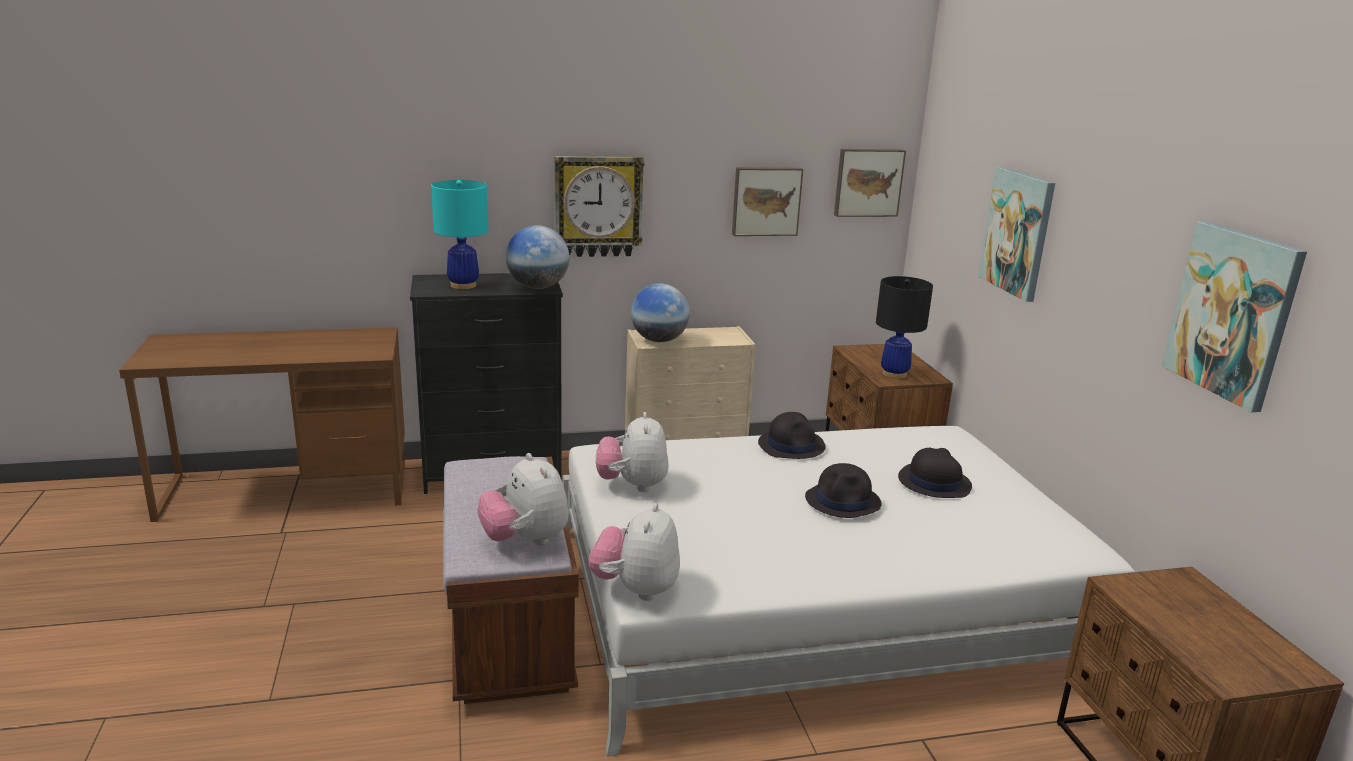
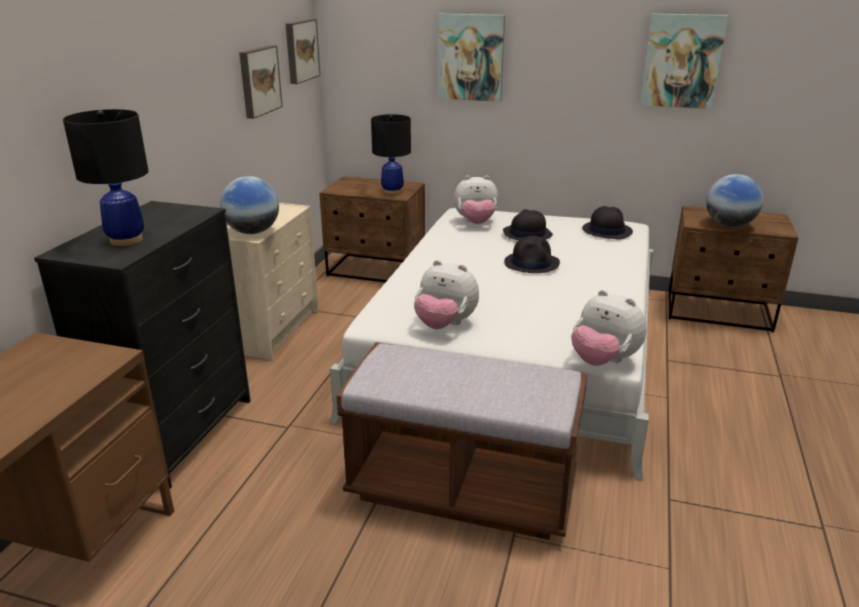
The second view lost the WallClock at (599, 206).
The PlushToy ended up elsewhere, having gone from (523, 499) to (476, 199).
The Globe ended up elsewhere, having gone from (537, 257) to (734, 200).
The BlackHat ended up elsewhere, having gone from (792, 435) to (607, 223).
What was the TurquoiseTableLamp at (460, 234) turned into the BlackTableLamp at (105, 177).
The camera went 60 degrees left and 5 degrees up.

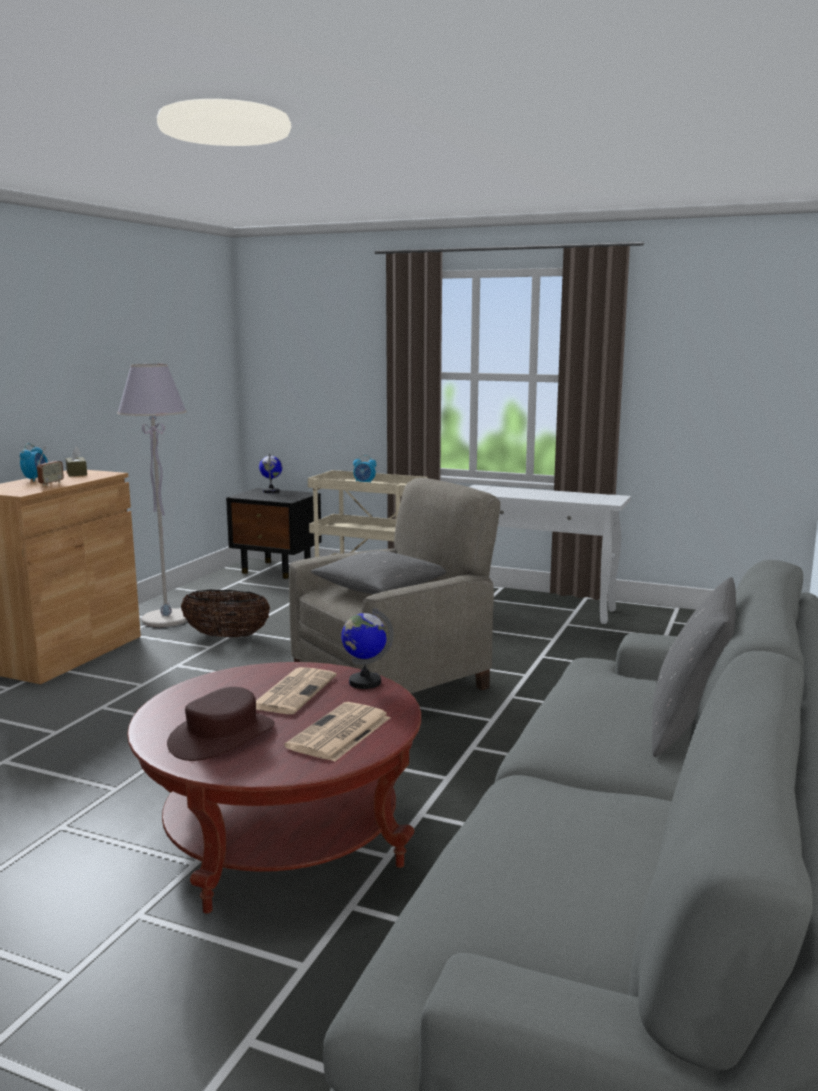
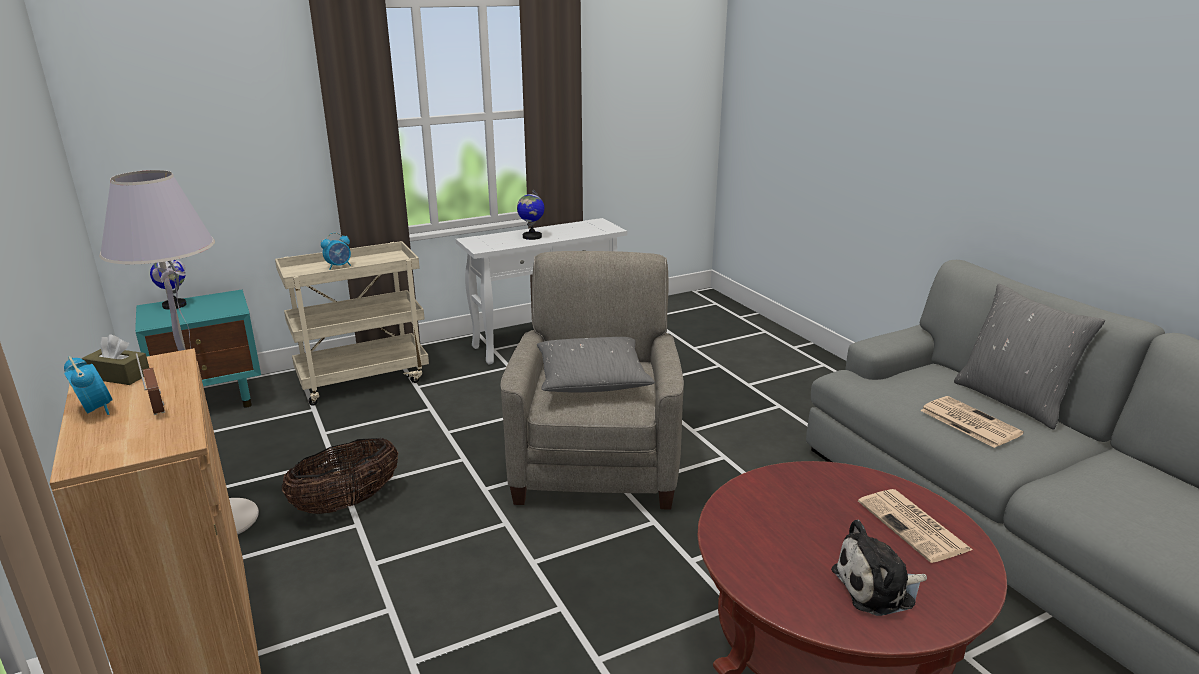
The Newspaper ended up elsewhere, having gone from (296, 690) to (972, 422).
The Globe ended up elsewhere, having gone from (367, 648) to (530, 215).
Where the BrownHat stood at (221, 724), the PlushToy came to stand at (879, 568).
What was the BlackNightstand at (274, 533) turned into the TurquoiseNightstand at (198, 349).
The camera went 50 degrees left and 10 degrees up.

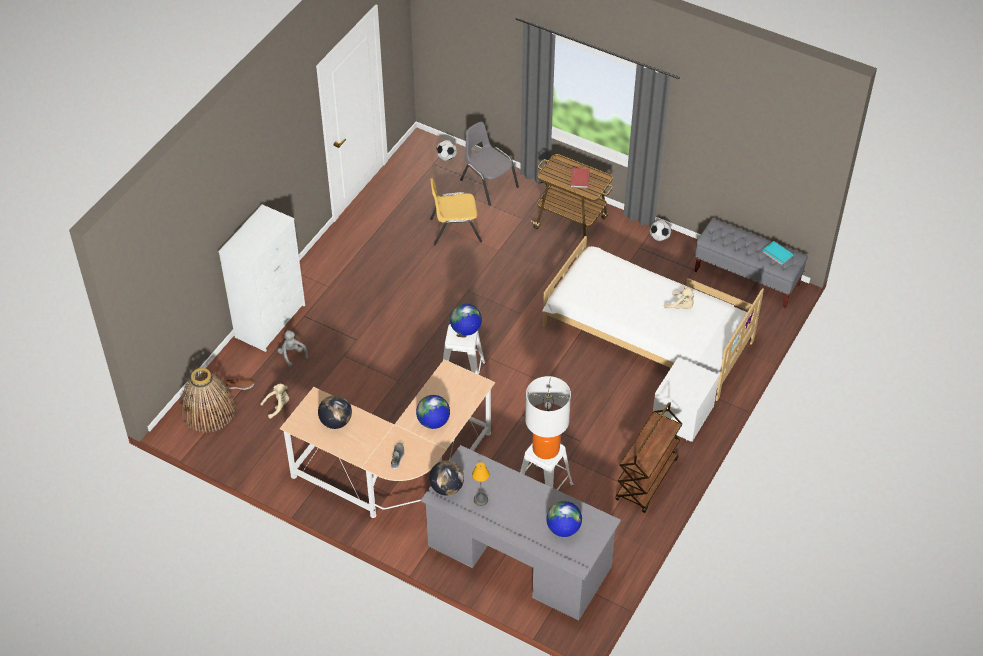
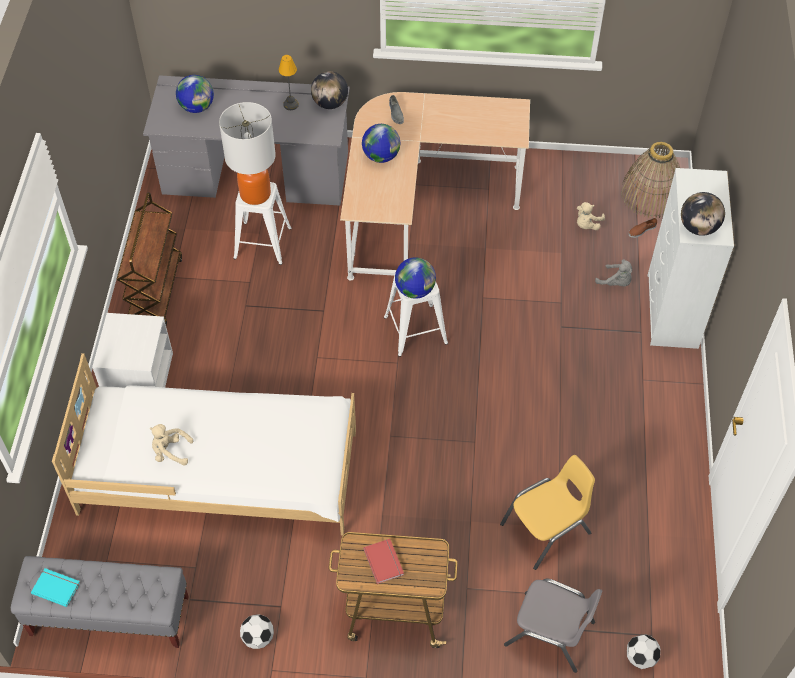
The Globe ended up elsewhere, having gone from (335, 412) to (703, 214).
The camera went 155 degrees right and 5 degrees up.

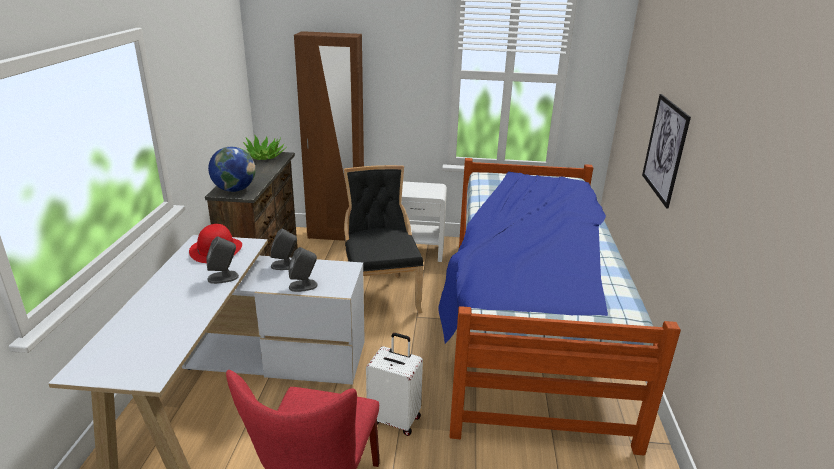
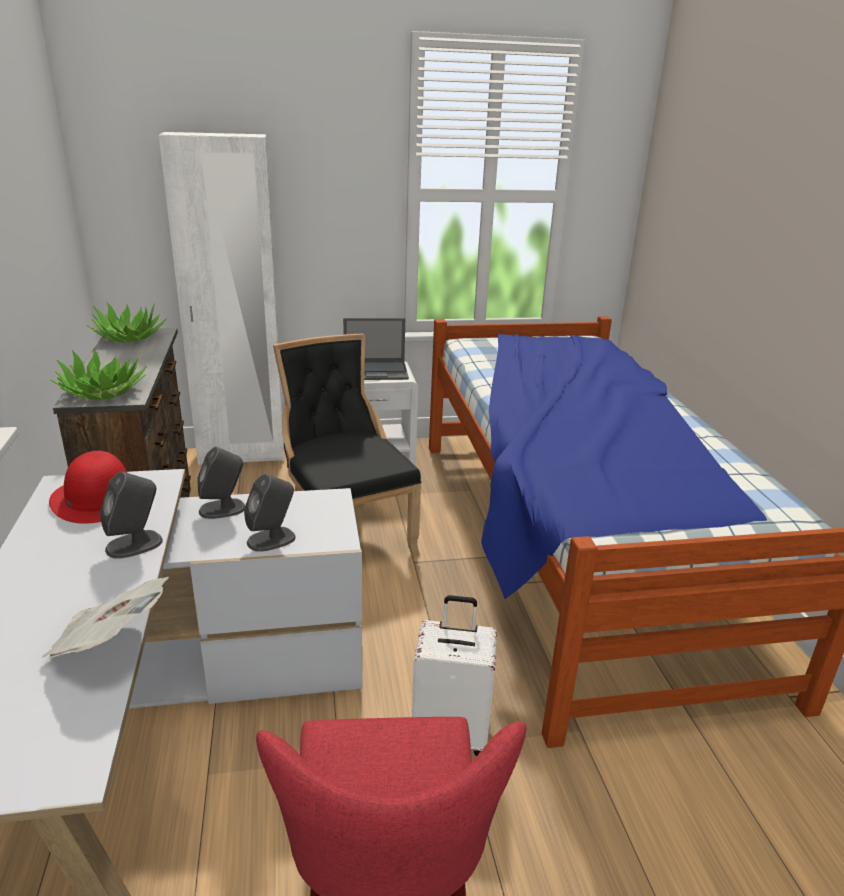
The second view lost the Picture at (666, 151).
The second view gained the Newspaper at (105, 617).
The second view gained the Laptop at (376, 349).
Where the Globe stood at (232, 169), the PottedPlant came to stand at (98, 374).
What was the BrownWardrobe at (329, 136) turned into the WhiteWardrobe at (221, 298).
The camera went 15 degrees left and 0 degrees up.

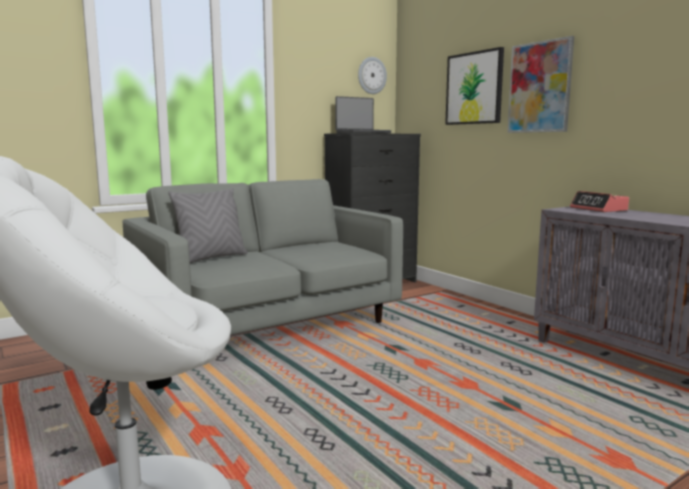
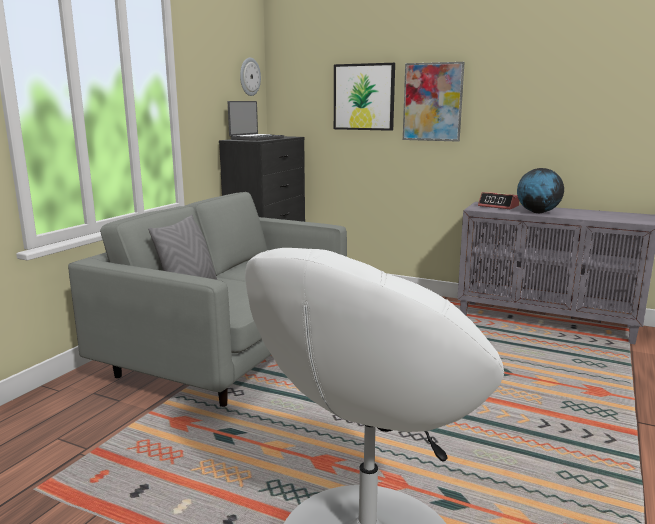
The second view gained the Globe at (540, 190).
The camera went 30 degrees left and 5 degrees up.

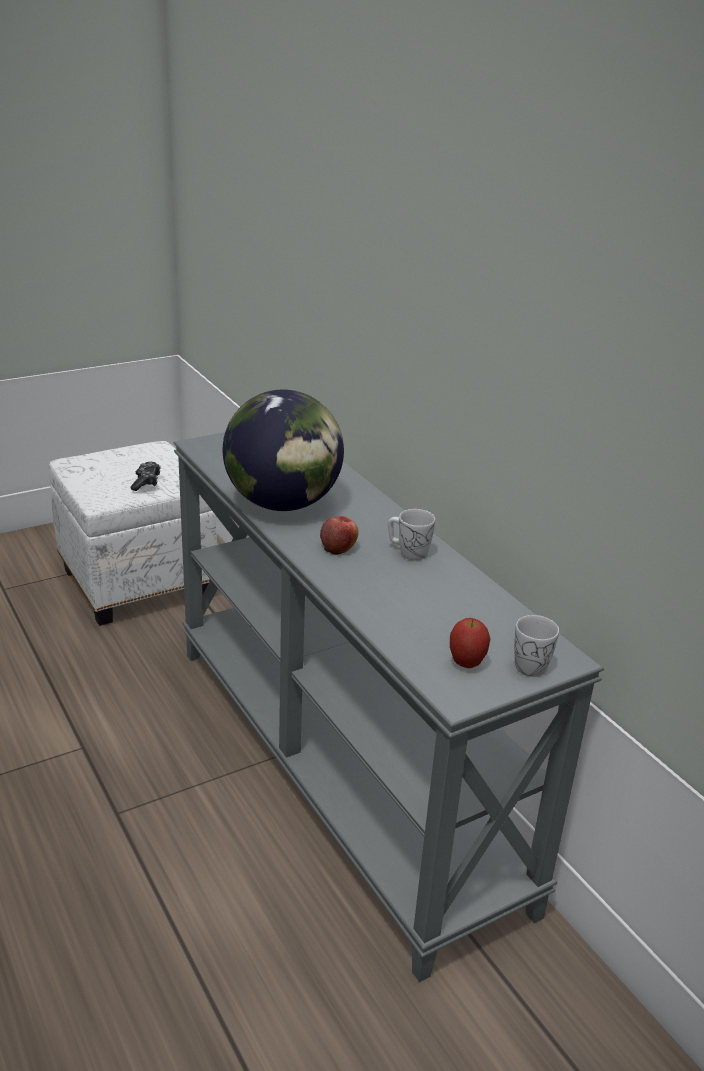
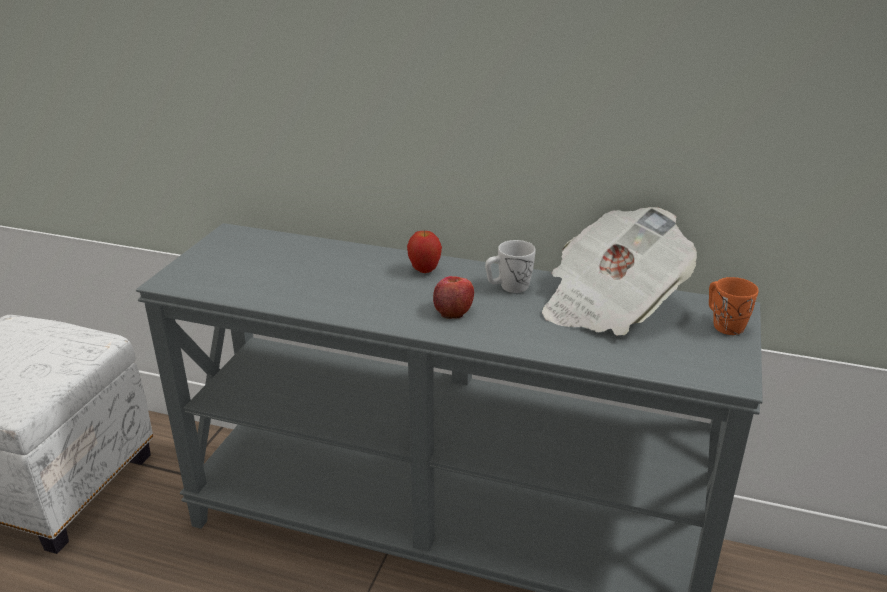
The second view lost the GameController at (145, 476).
The second view lost the Globe at (283, 450).
The second view gained the Newspaper at (619, 271).
The Apple ended up elsewhere, having gone from (470, 643) to (424, 251).
What was the WhiteMug at (536, 646) turned into the OrangeMug at (733, 306).
The camera went 40 degrees left and 0 degrees up.

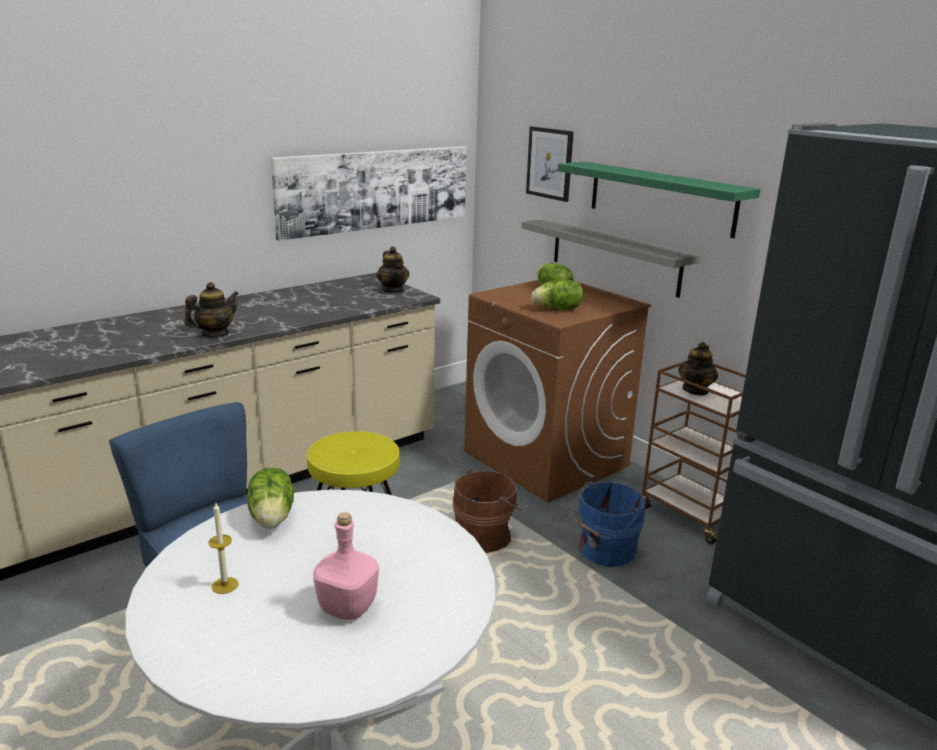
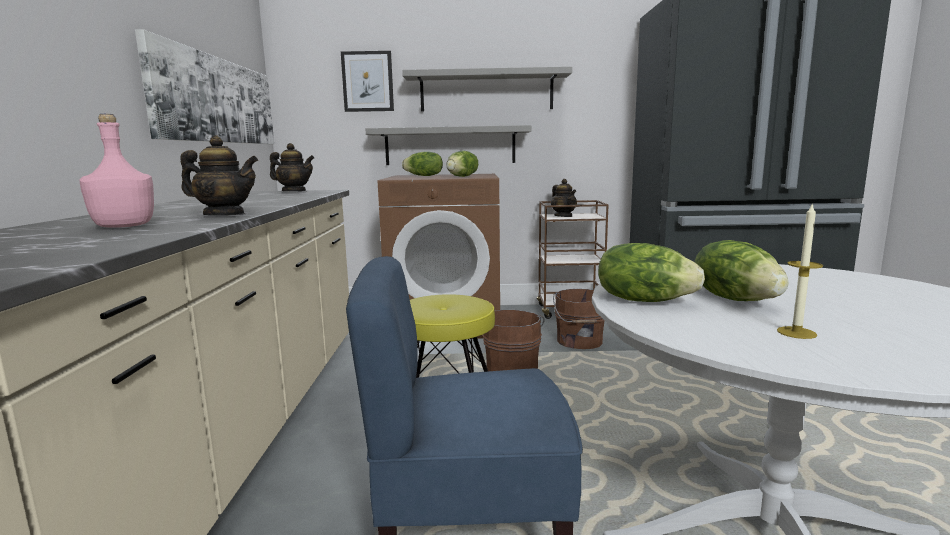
The second view gained the Lettuce at (741, 270).
The PinkBottle ended up elsewhere, having gone from (346, 566) to (116, 171).
What was the GreenShelf at (659, 200) turned into the GreyShelf at (487, 89).
What was the BlueBucket at (608, 524) turned into the BrownBucket at (579, 319).
The Teapot at (211, 310) ended up facing another way, 105 degrees clockwise from before.
The camera went 50 degrees left and 10 degrees down.

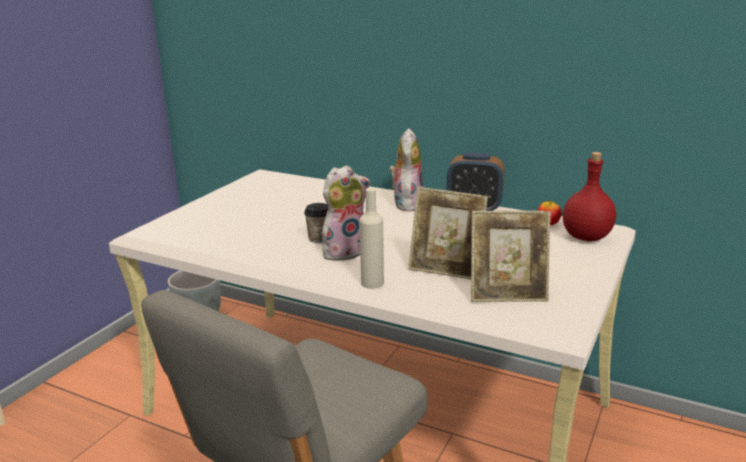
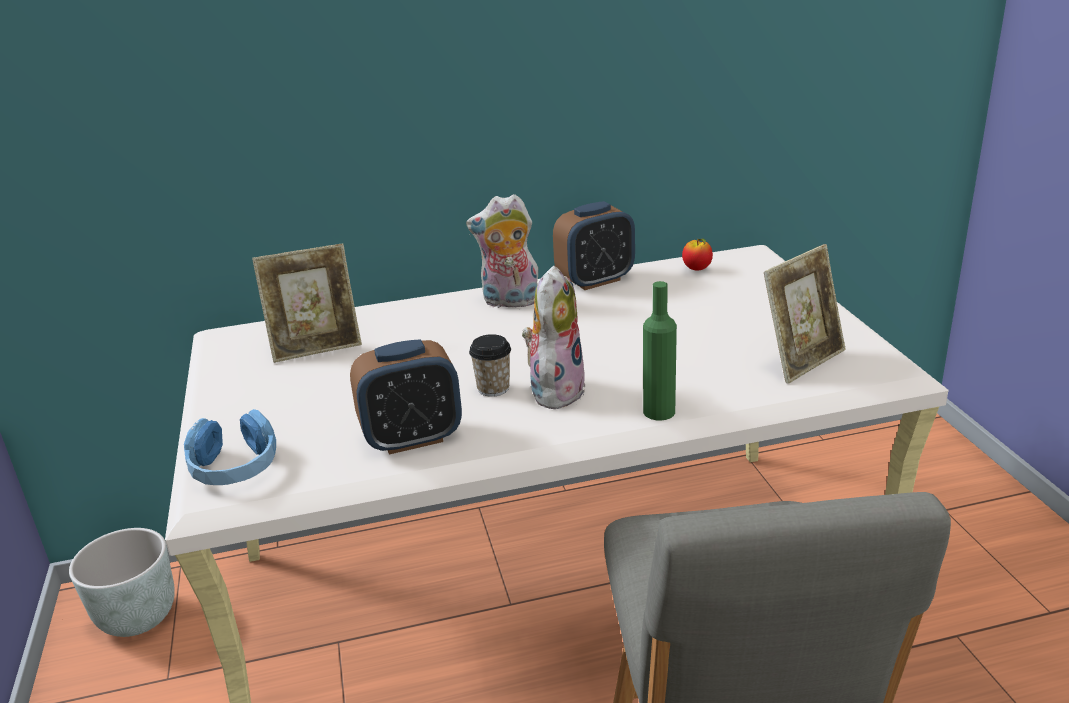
The second view lost the RedBottle at (589, 196).
The second view gained the BlueHeadphones at (230, 447).
The second view gained the AlarmClock at (406, 397).
The PictureFrame ended up elsewhere, having gone from (448, 233) to (307, 303).
What was the BeigeBottle at (371, 238) turned into the GreenBottle at (660, 351).
The PlushToy at (406, 170) ended up facing another way, 60 degrees counterclockwise from before.
The camera went 40 degrees left and 5 degrees up.

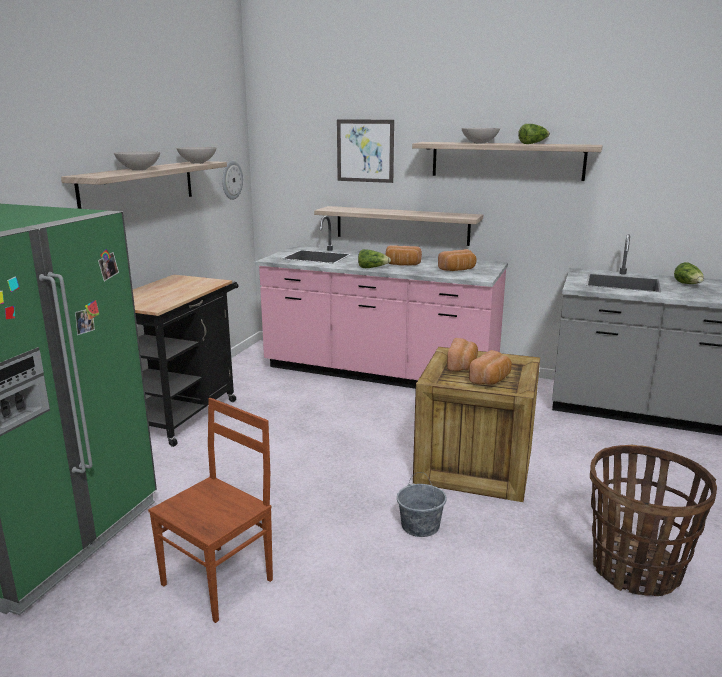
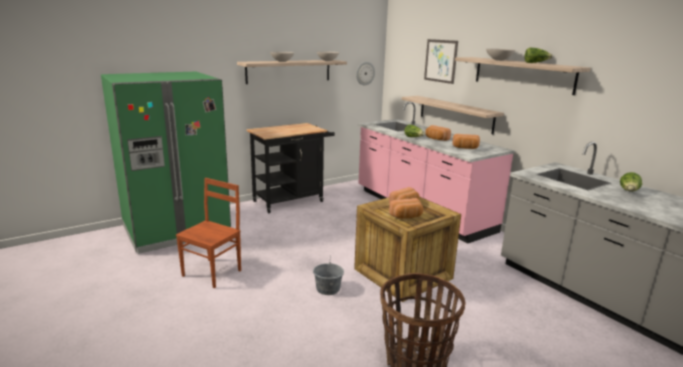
The BrownChair at (210, 510) ended up facing another way, 45 degrees counterclockwise from before.
The camera went 35 degrees right and 0 degrees up.

